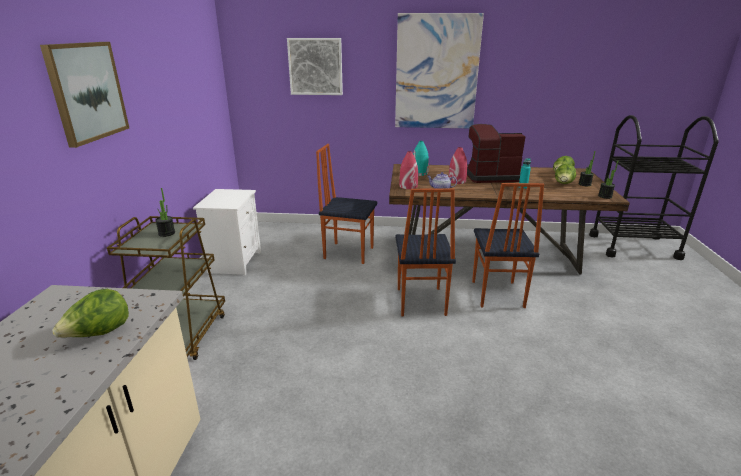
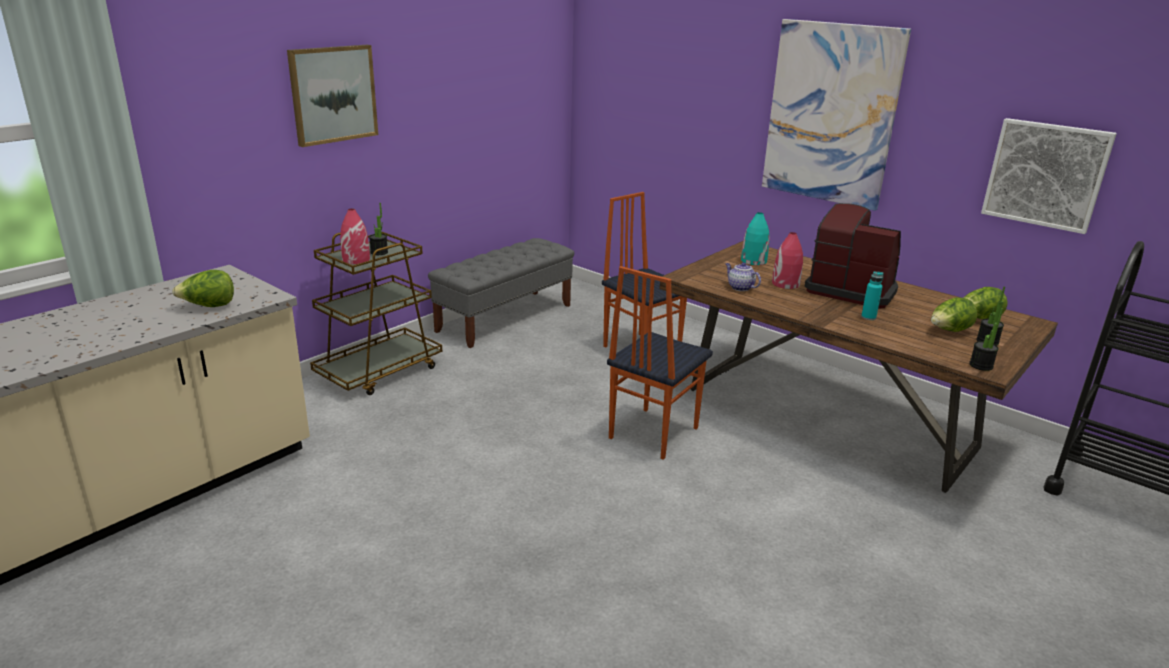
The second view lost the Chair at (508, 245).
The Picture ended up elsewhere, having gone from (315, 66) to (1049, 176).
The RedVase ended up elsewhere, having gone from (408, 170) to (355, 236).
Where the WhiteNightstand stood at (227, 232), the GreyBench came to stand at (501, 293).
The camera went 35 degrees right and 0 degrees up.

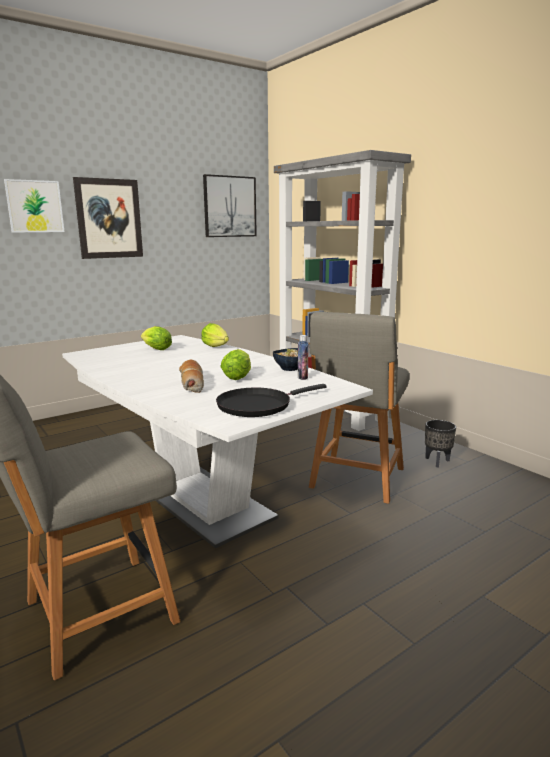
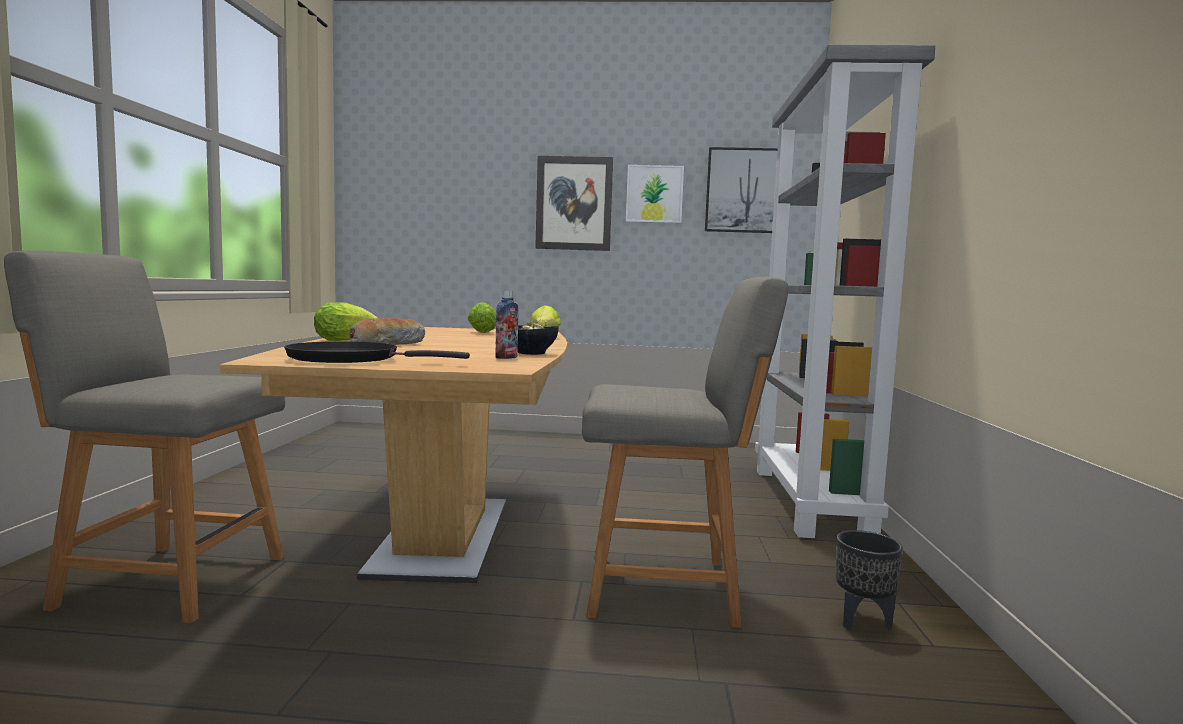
The Picture ended up elsewhere, having gone from (34, 206) to (655, 194).
The Lettuce ended up elsewhere, having gone from (235, 364) to (346, 321).
What was the WhiteDiningTable at (217, 441) turned into the BrownDiningTable at (393, 455).
The GreyChair at (359, 408) ended up facing another way, 150 degrees counterclockwise from before.
The camera went 40 degrees right and 10 degrees down.

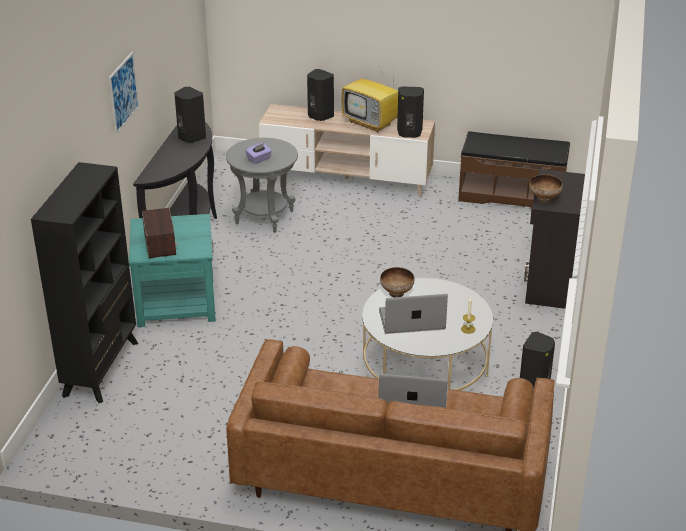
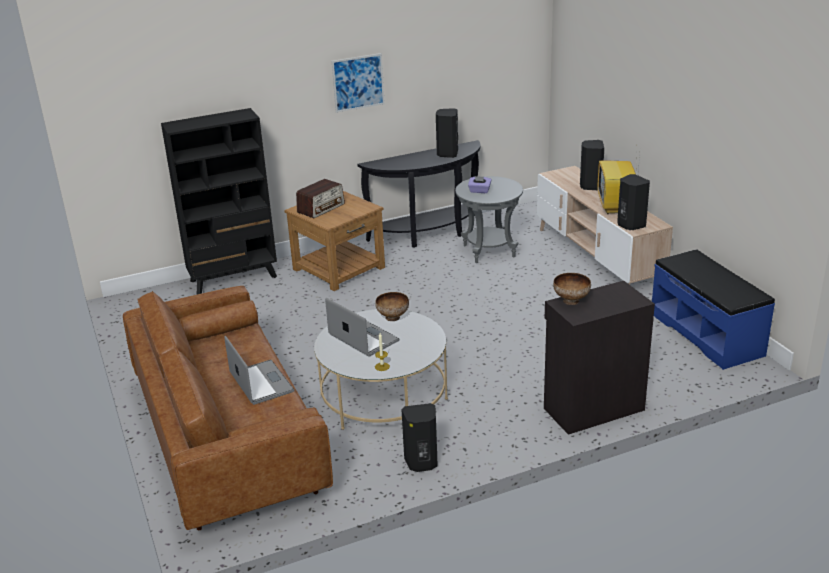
What was the TurquoiseSideTable at (172, 270) turned into the BrownSideTable at (334, 241).
What was the BrownBench at (514, 169) turned into the BlueBench at (713, 309).
The camera went 55 degrees right and 5 degrees down.

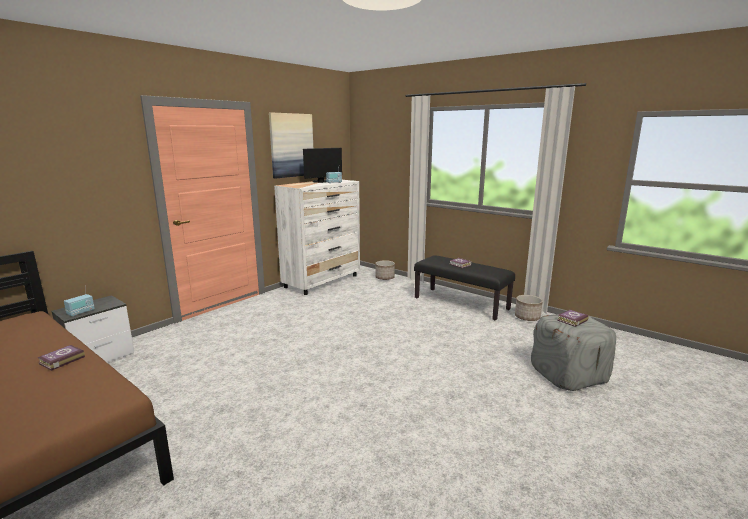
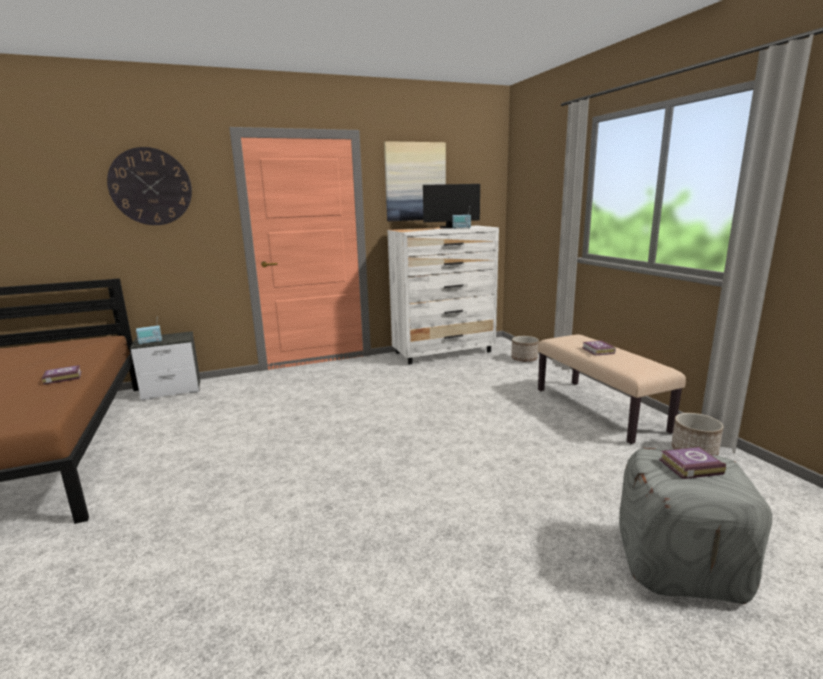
The second view gained the WallClock at (149, 186).
What was the BlackBench at (464, 287) turned into the BeigeBench at (612, 389).
The camera went 30 degrees right and 0 degrees up.

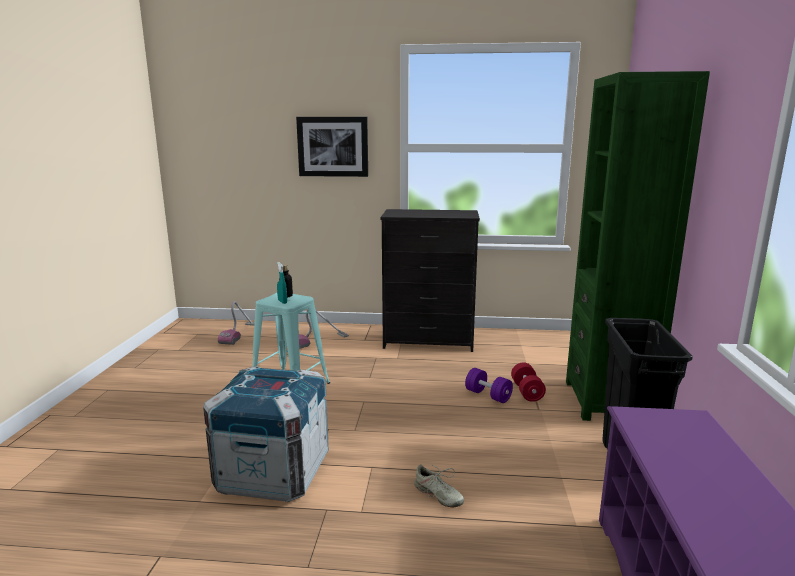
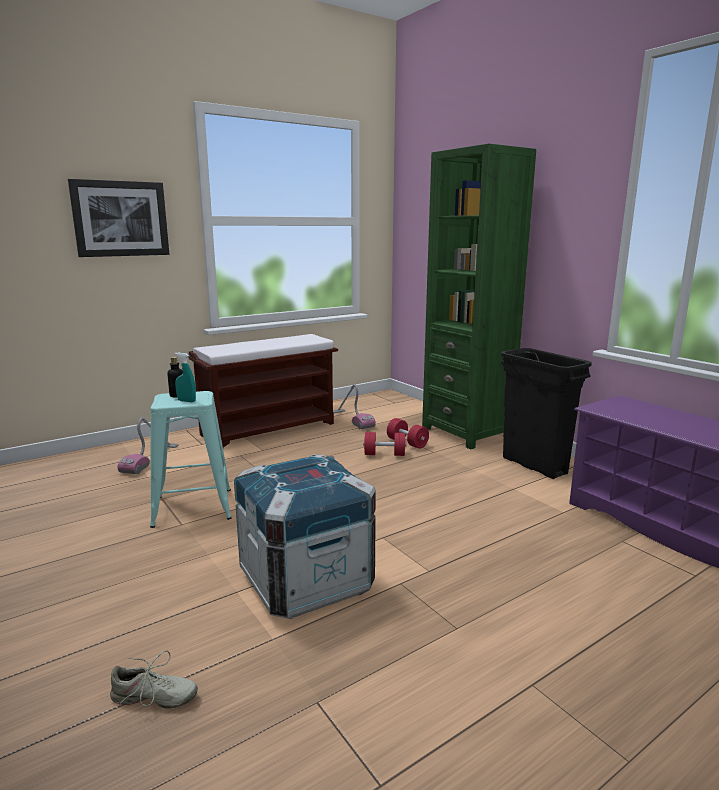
The VacuumCleaner ended up elsewhere, having gone from (236, 323) to (354, 407).
The BeigeShoe ended up elsewhere, having gone from (439, 485) to (154, 679).
Where the BlackDresser stood at (430, 280), the BrownBench came to stand at (263, 391).
What was the PurpleDumbbell at (489, 385) turned into the RedDumbbell at (385, 444).
The camera went 40 degrees left and 0 degrees up.

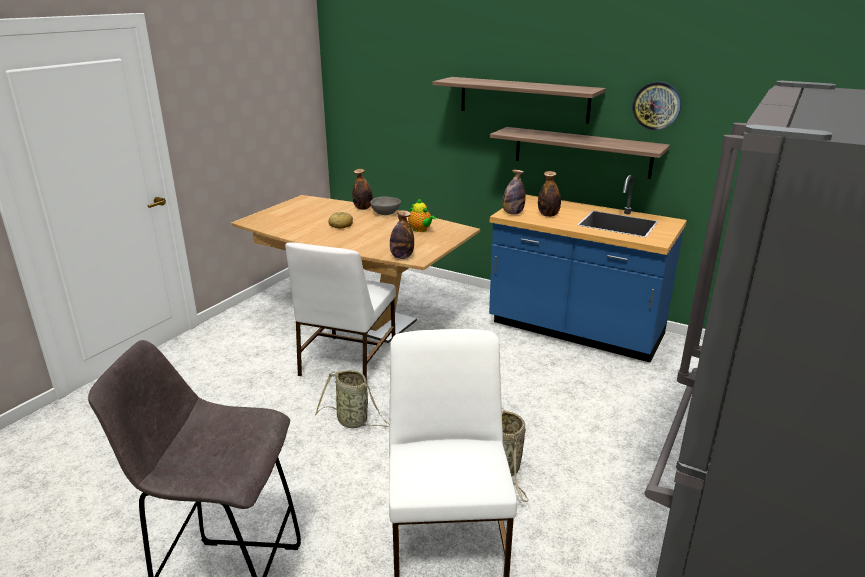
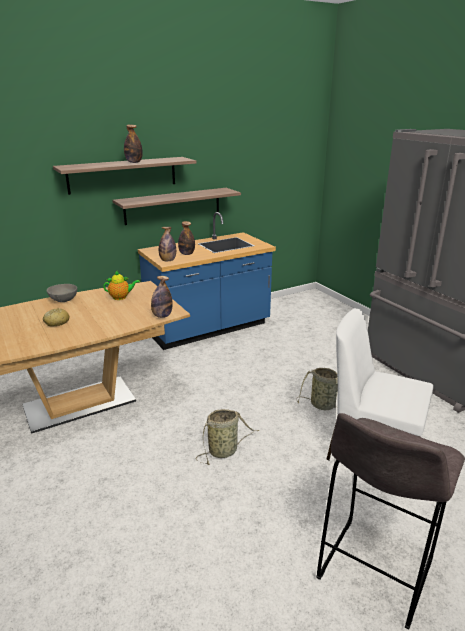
The second view lost the WhiteChair at (340, 311).
The second view lost the WallClock at (656, 106).
The Bottle ended up elsewhere, having gone from (362, 189) to (133, 144).
The camera went 60 degrees left and 0 degrees up.

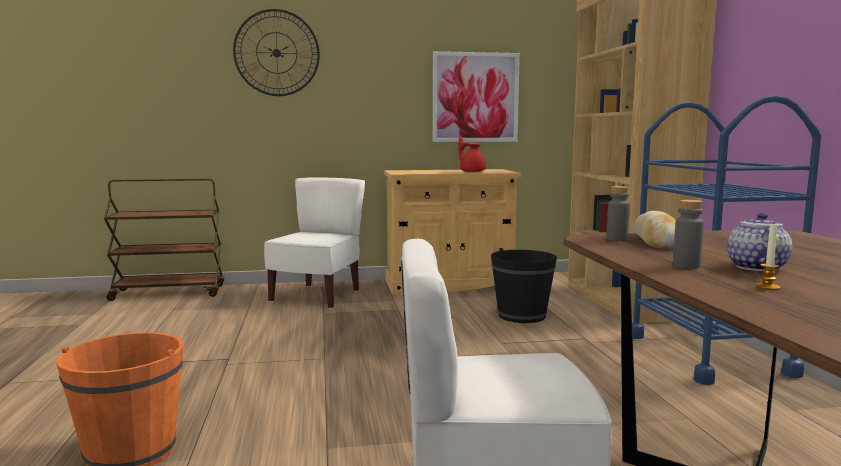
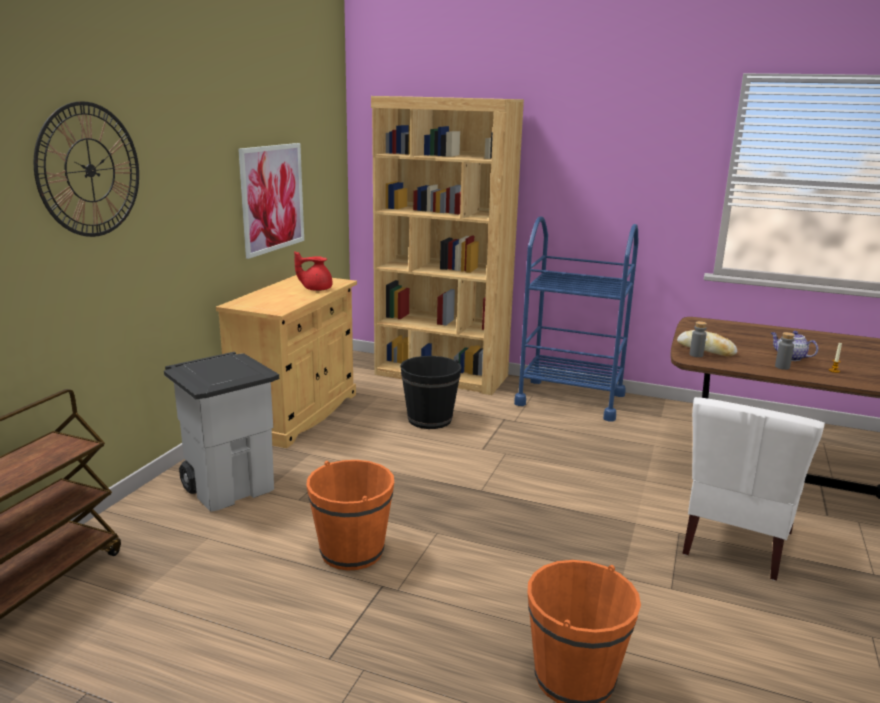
The second view gained the OrangeBucket at (350, 515).
Where the WhiteChair stood at (314, 243), the GreyTrashCan came to stand at (221, 432).
The camera went 60 degrees left and 10 degrees up.

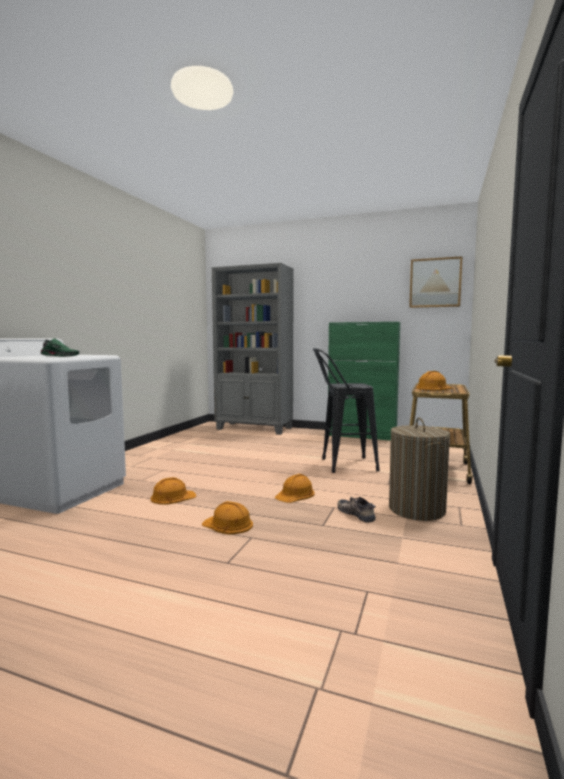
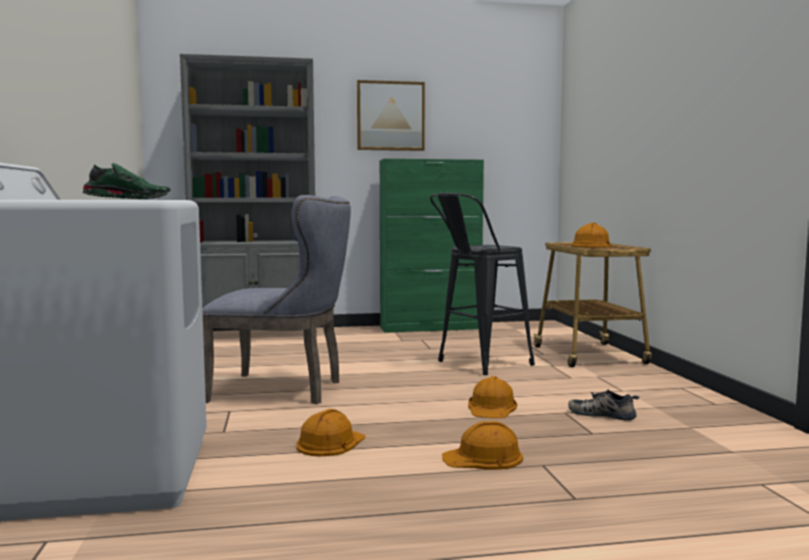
The second view lost the LaundryBasket at (419, 469).
The second view gained the GreyChair at (276, 299).
The Picture ended up elsewhere, having gone from (436, 282) to (391, 115).
The camera went 30 degrees left and 0 degrees up.

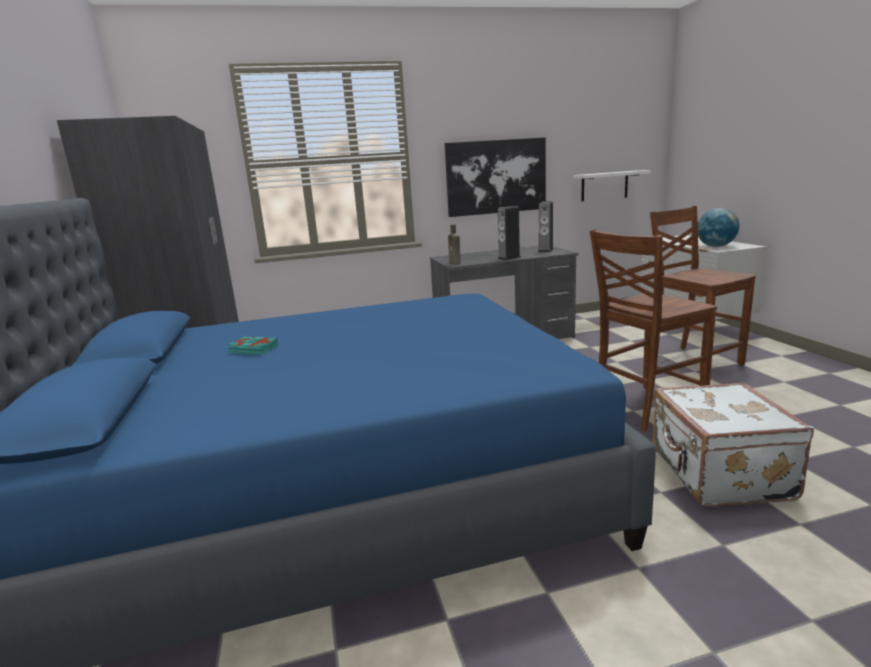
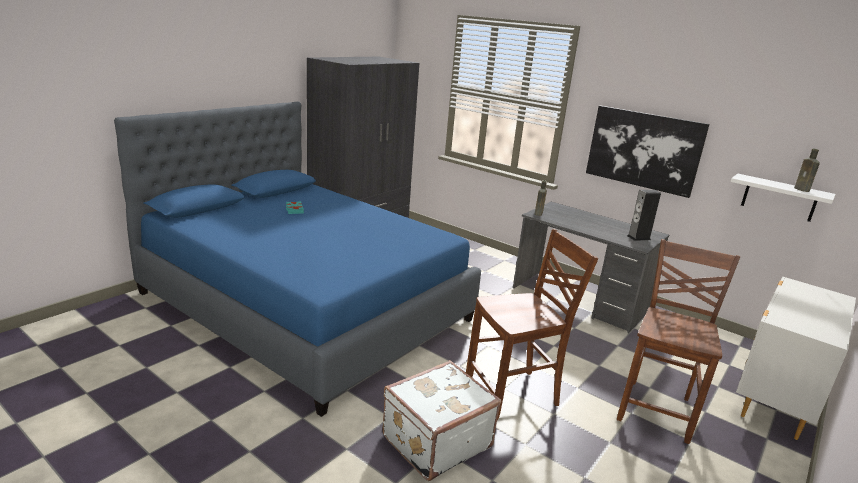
The second view lost the Speaker at (509, 233).
The second view lost the Globe at (719, 227).
The second view gained the BrownBottle at (807, 170).
The BrownChair at (653, 330) ended up facing another way, 135 degrees clockwise from before.
The camera went 50 degrees right and 5 degrees up.

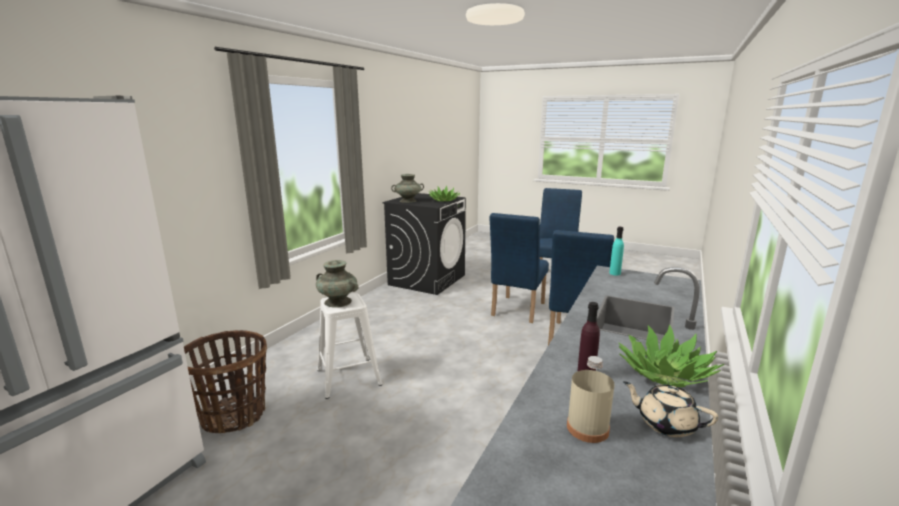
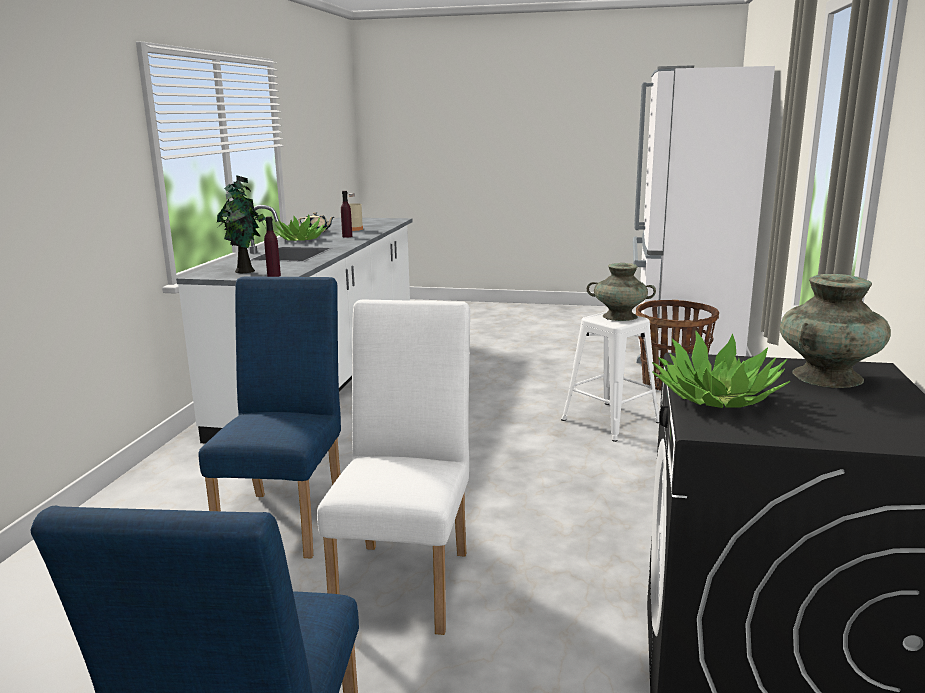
The second view gained the PottedPlant at (241, 224).
What was the BlueChair at (519, 268) turned into the WhiteChair at (393, 467).
What was the TurquoiseBottle at (616, 251) turned into the PurpleBottle at (272, 246).
The camera went 165 degrees right and 0 degrees up.

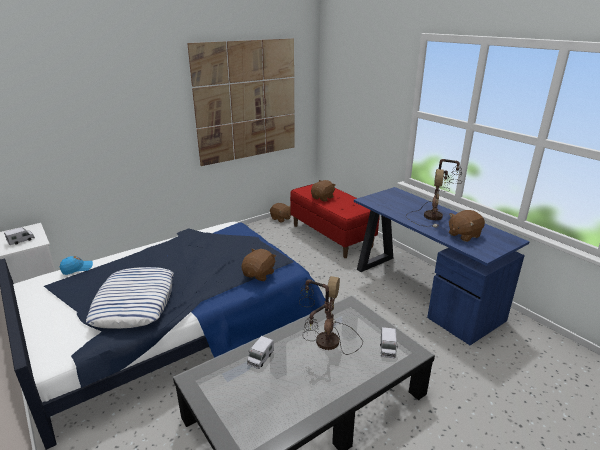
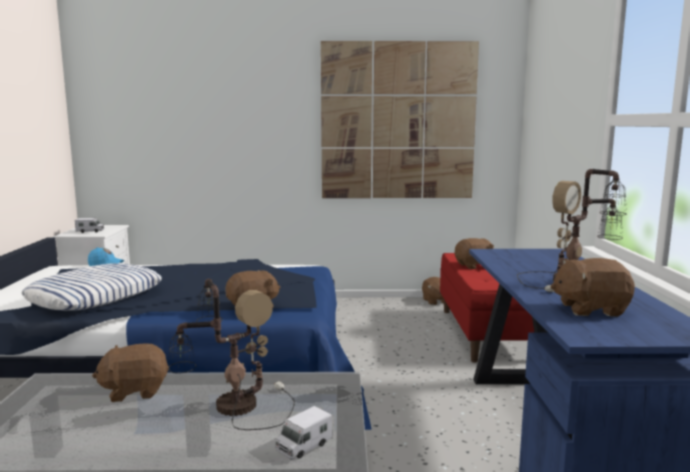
Where the ToyTruck stood at (260, 352), the BrownPlushToy came to stand at (130, 373).
The camera went 35 degrees right and 15 degrees down.

